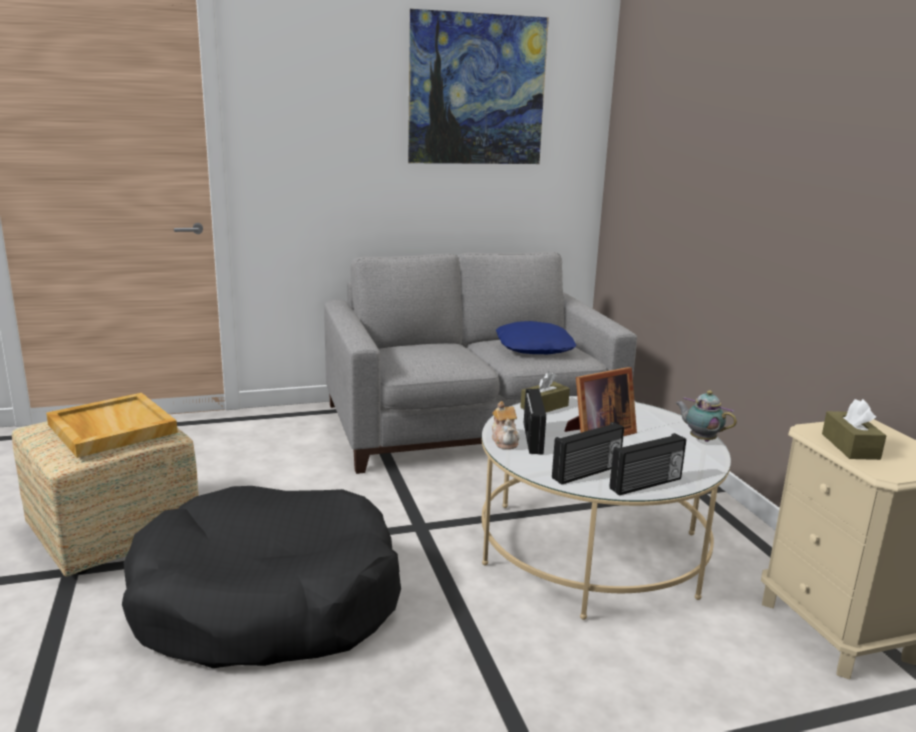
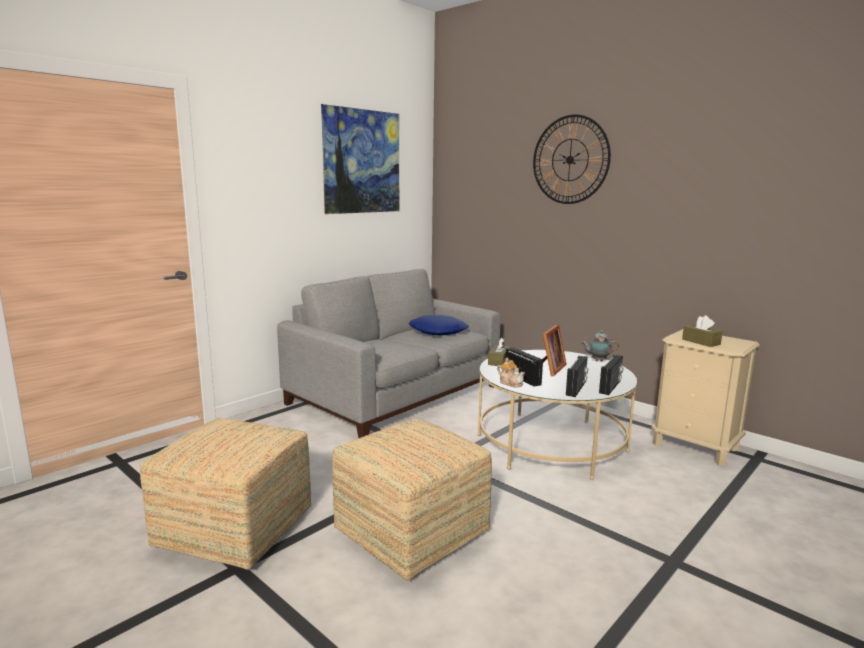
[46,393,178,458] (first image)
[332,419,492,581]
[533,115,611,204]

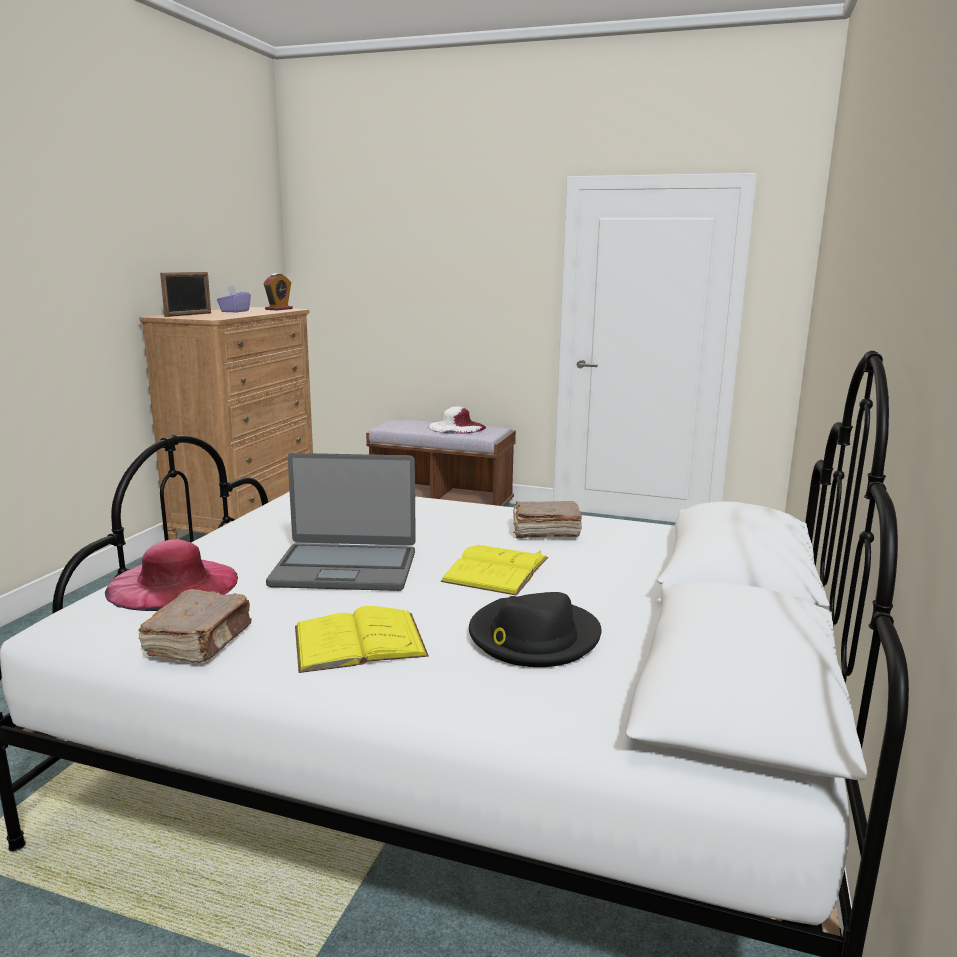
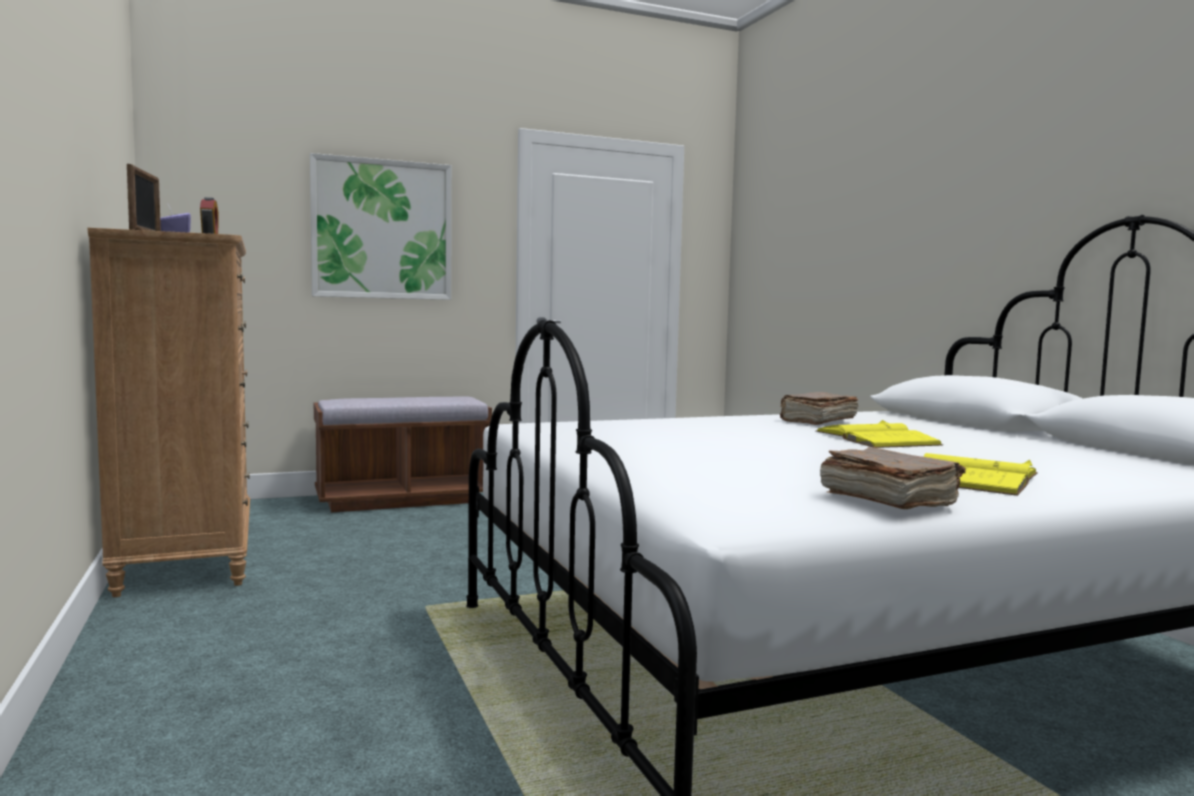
[105,539,238,611] (first image)
[266,453,416,591] (first image)
[428,406,486,434] (first image)
[469,592,602,667] (first image)
[310,153,452,300]

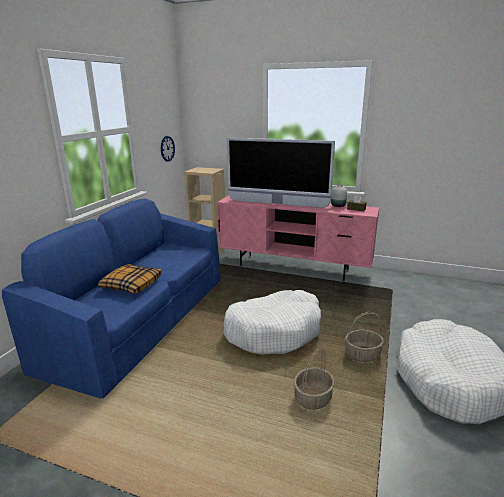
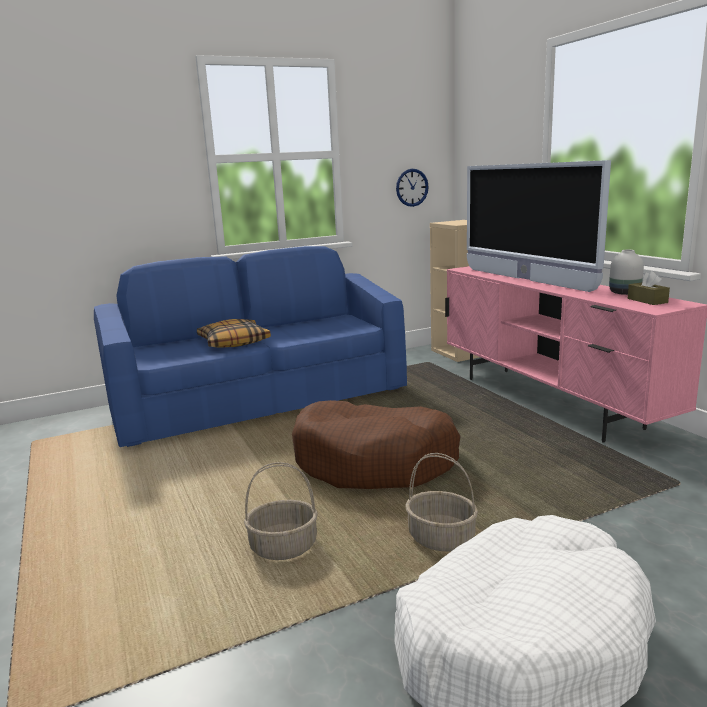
[292,400,461,489]

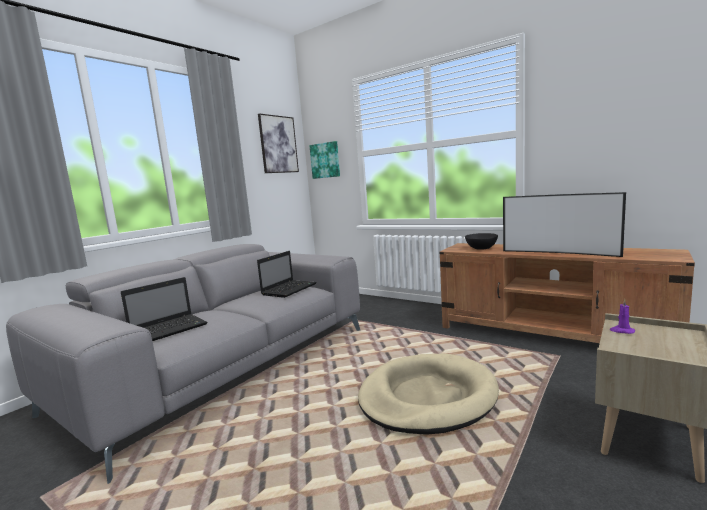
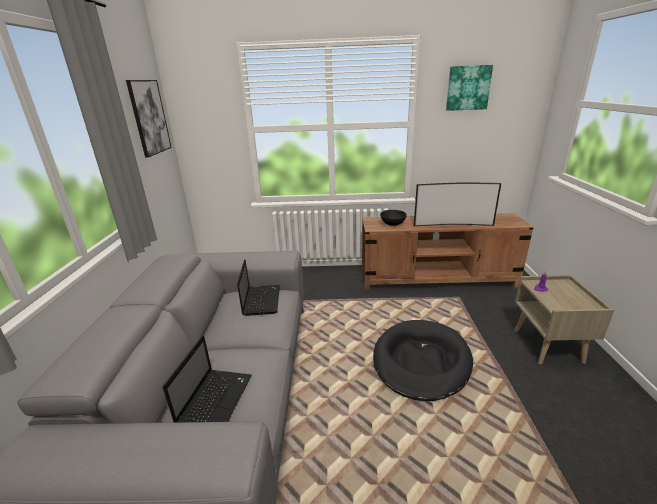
[446,65,493,111]
[373,320,473,401]

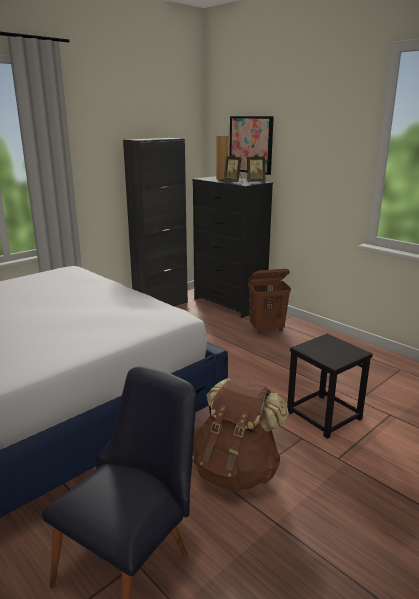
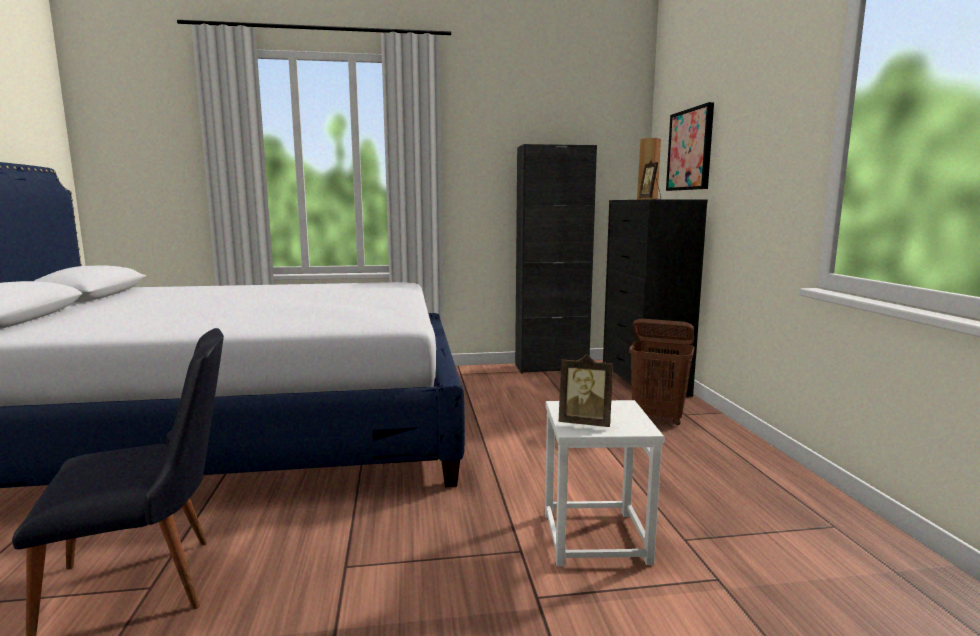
[193,378,289,492] (first image)
[558,354,613,427]
[545,400,665,567]

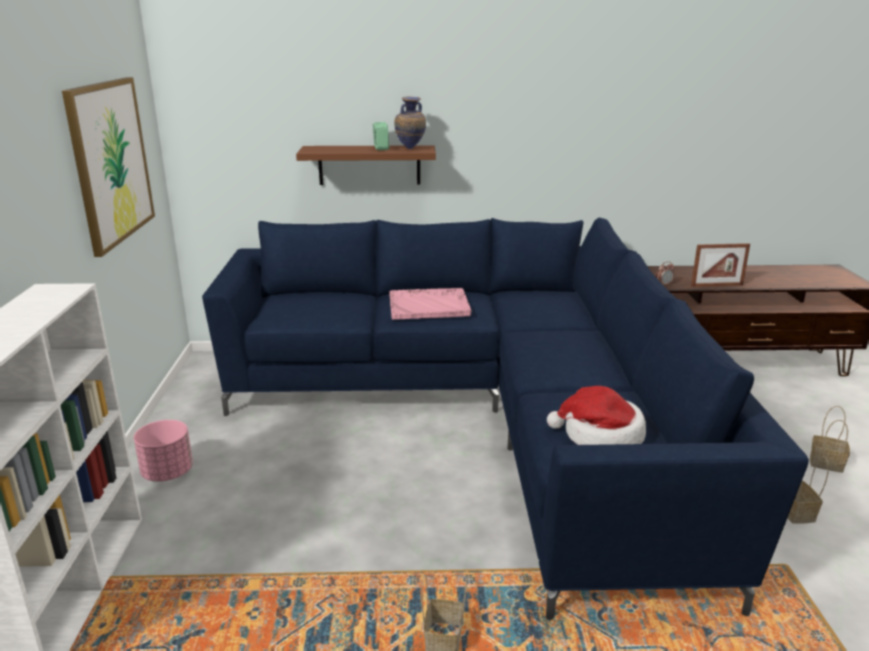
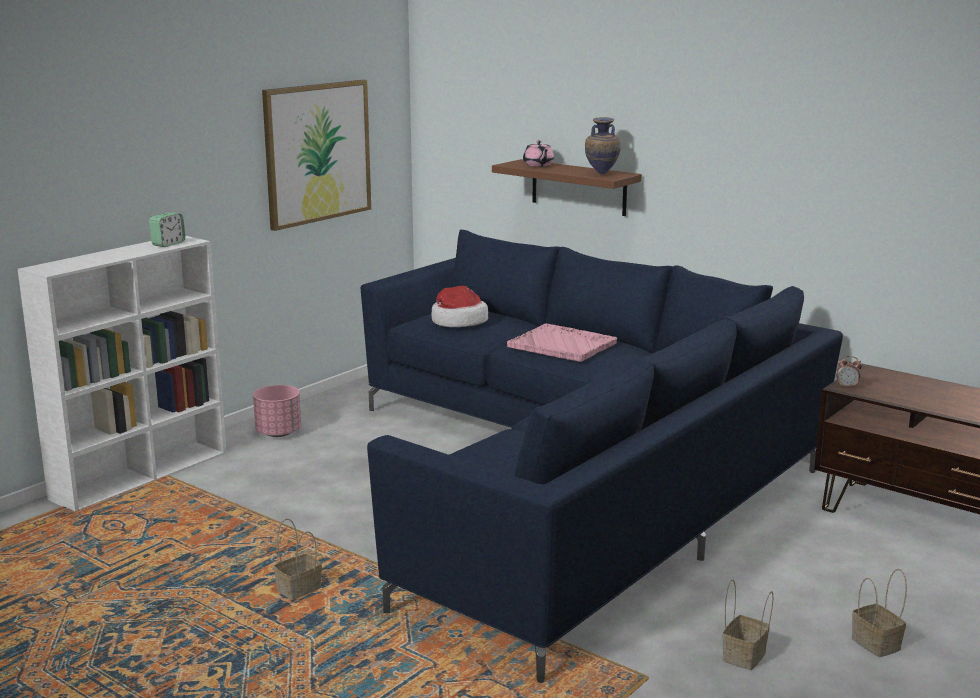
[149,212,185,247]
[432,286,488,327]
[691,243,750,287] (first image)
[523,140,554,167]

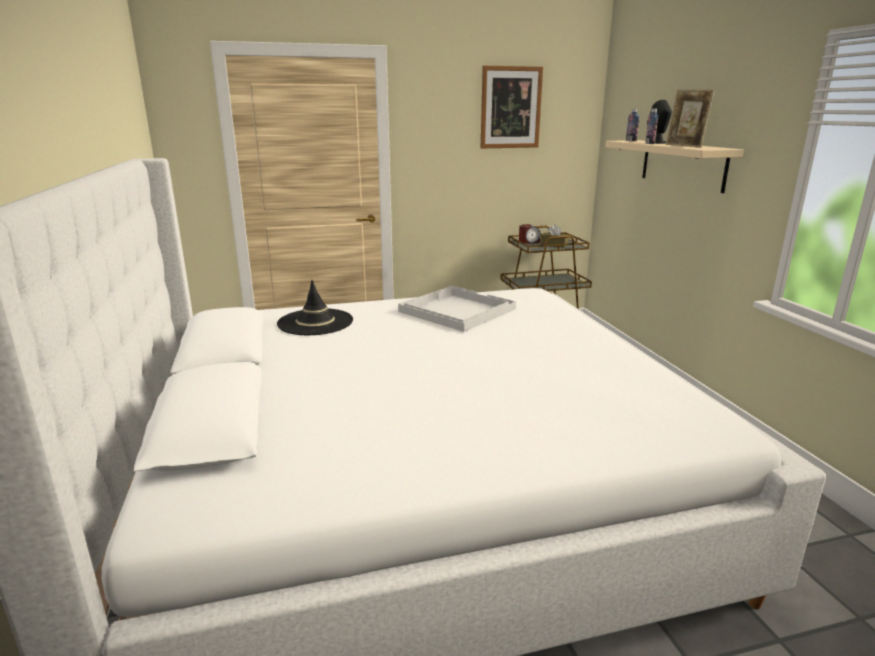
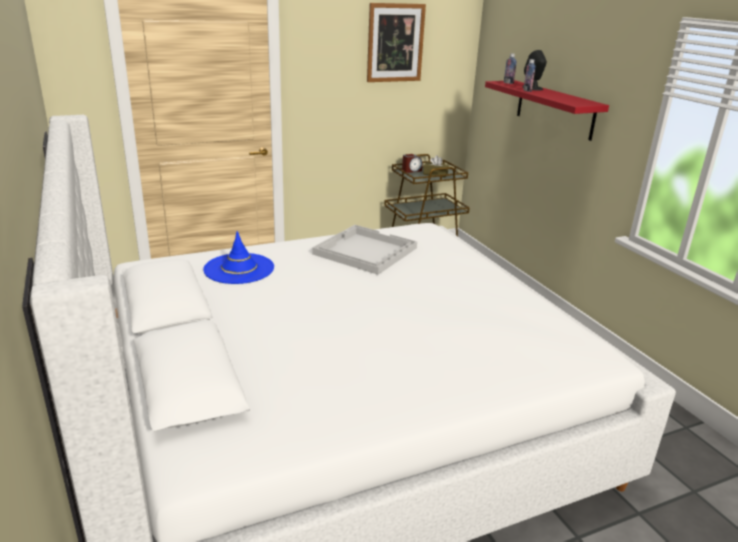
[203,231,274,284]
[485,80,609,141]
[666,90,715,148] (first image)

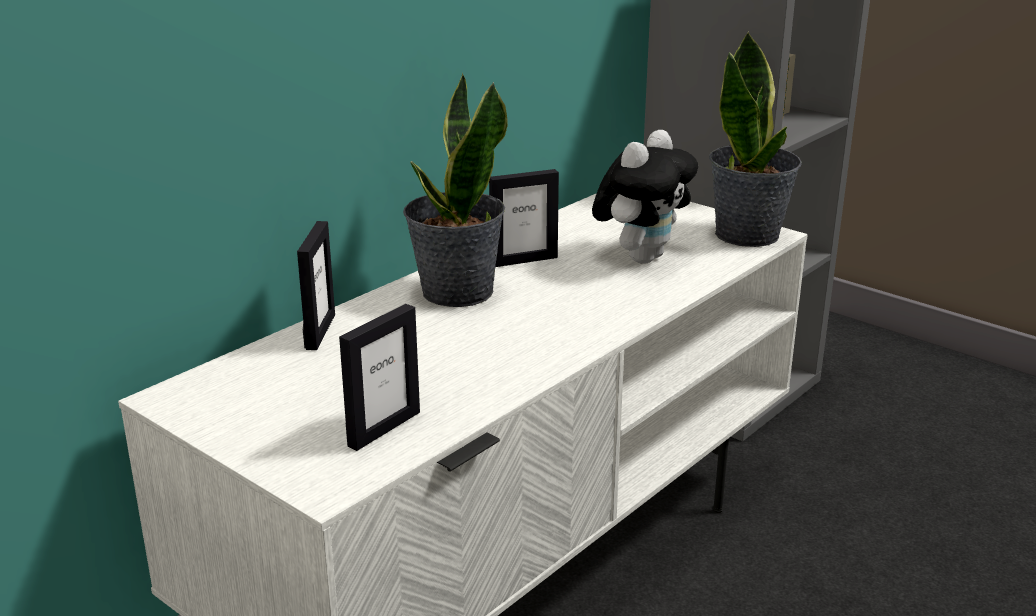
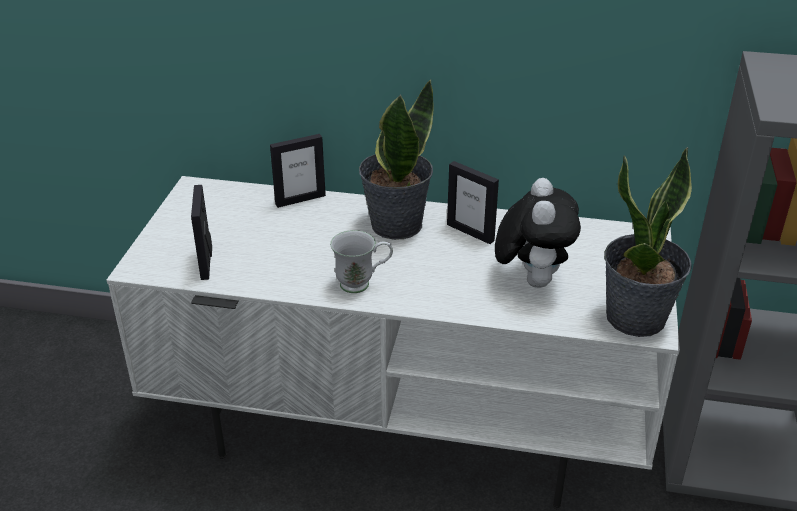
[191,185,212,280]
[495,178,581,288]
[330,230,393,293]

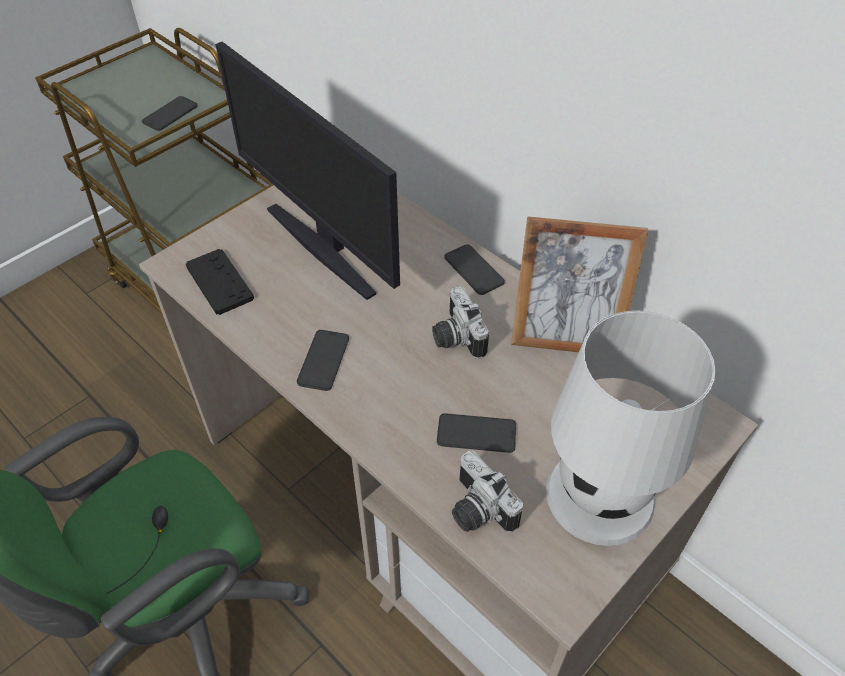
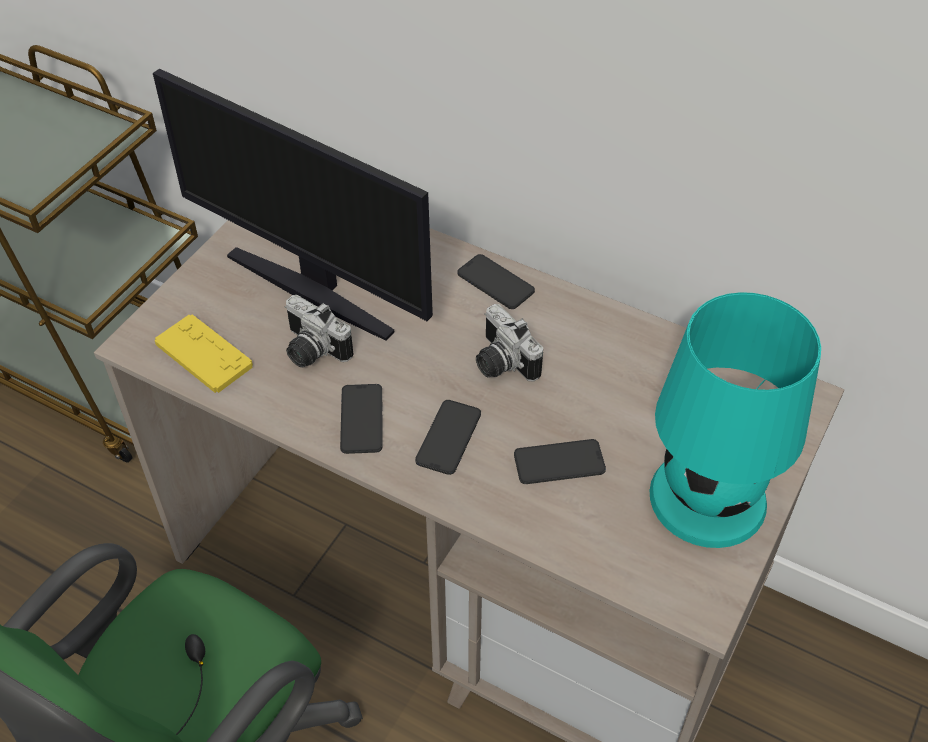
[415,400,481,475]
[155,314,253,393]
[285,295,354,367]
[511,216,648,352] (first image)
[649,292,821,548]

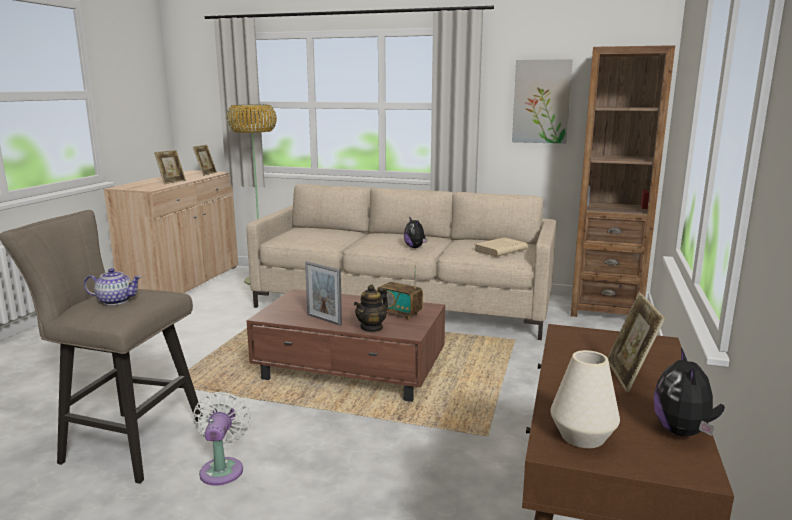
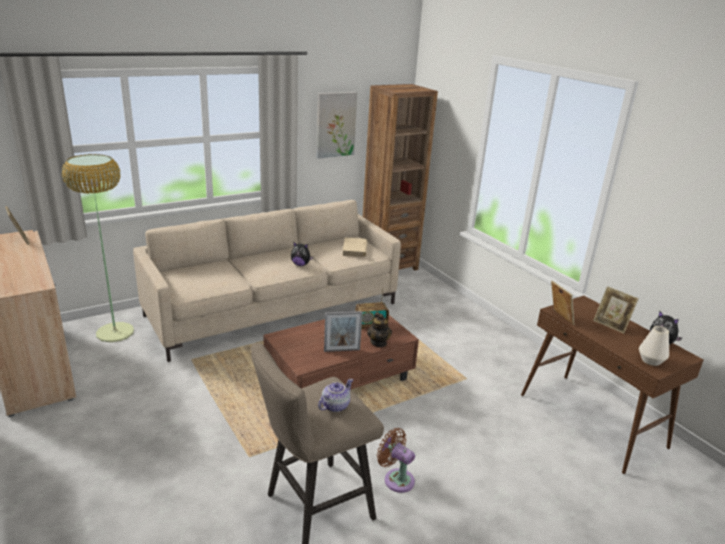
[551,281,575,325]
[377,428,415,493]

